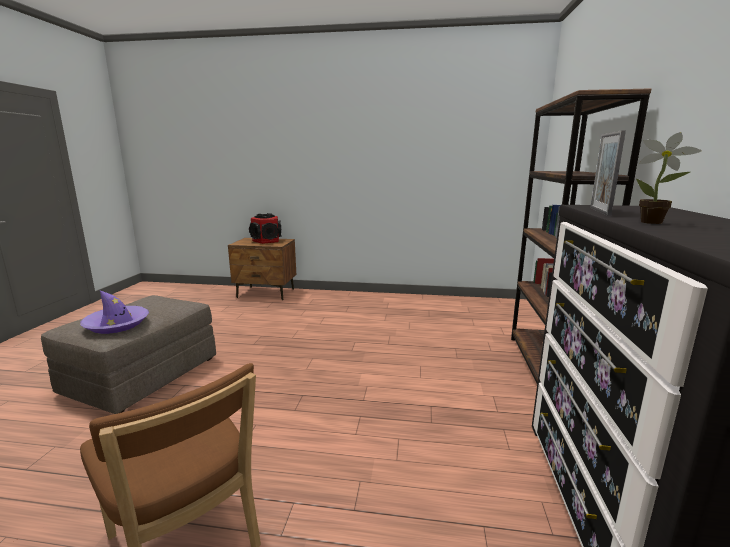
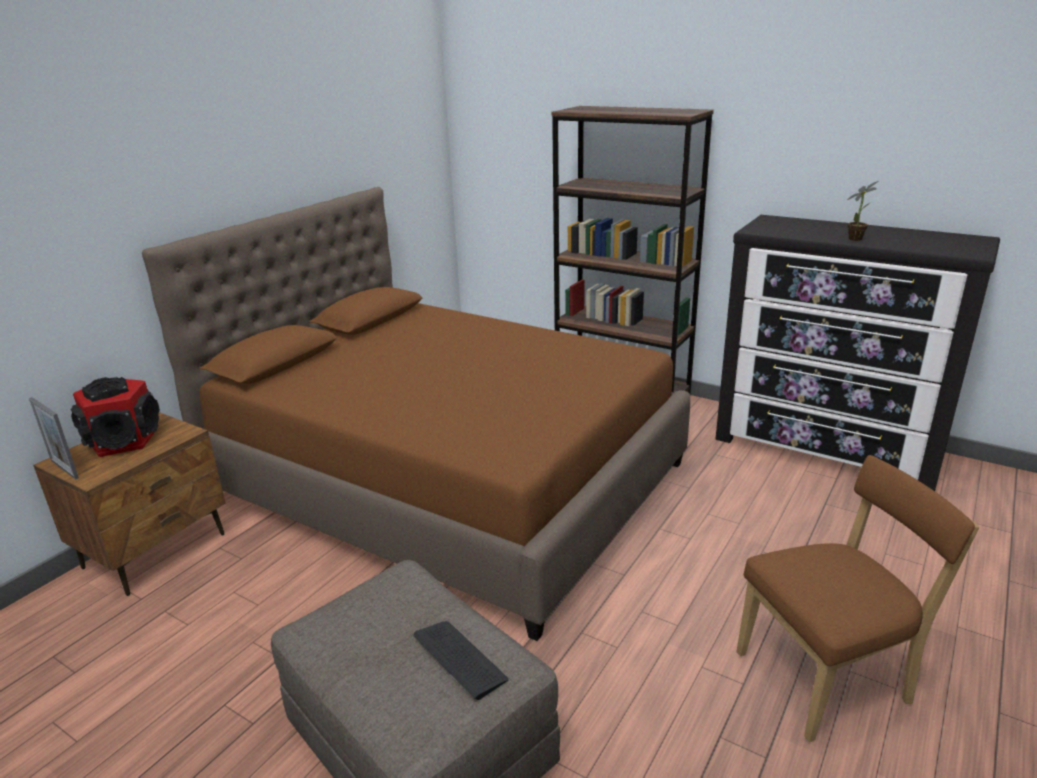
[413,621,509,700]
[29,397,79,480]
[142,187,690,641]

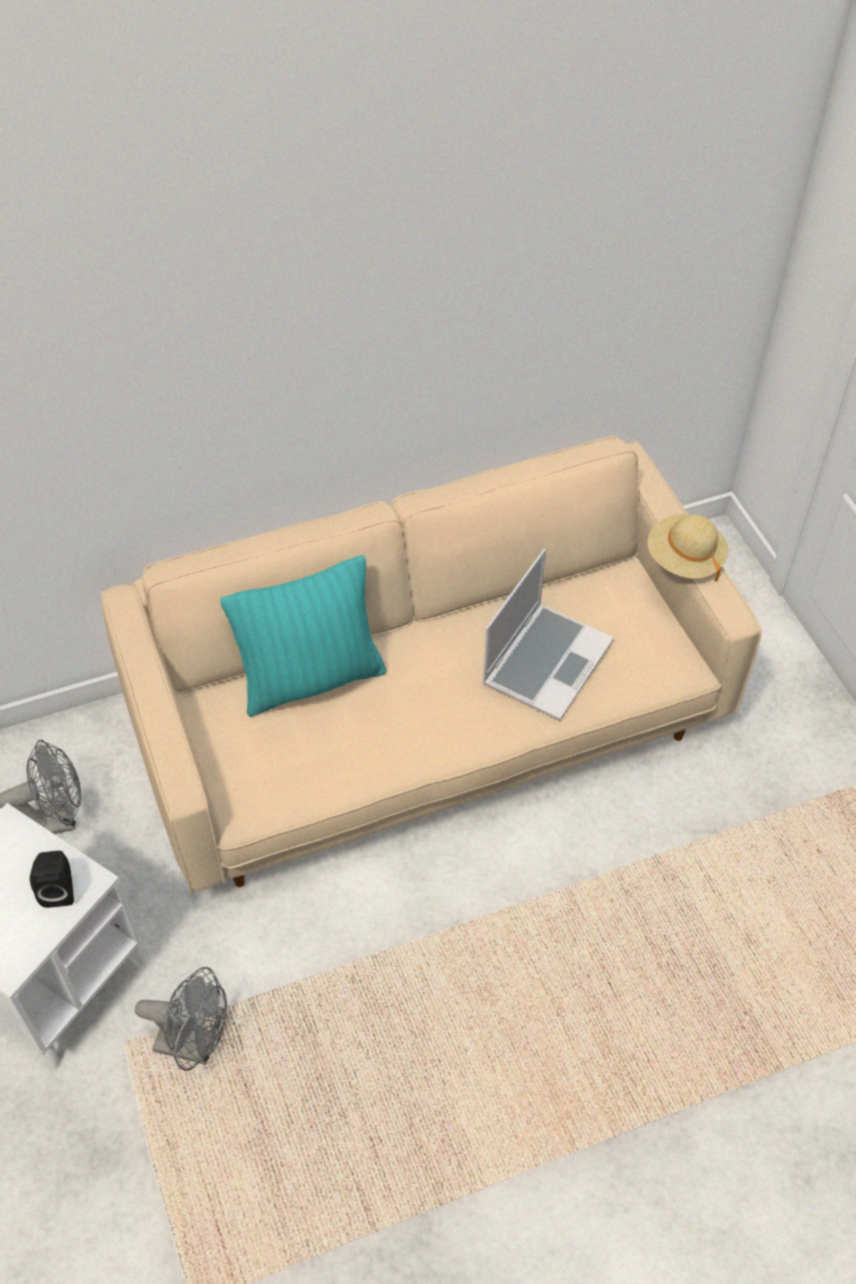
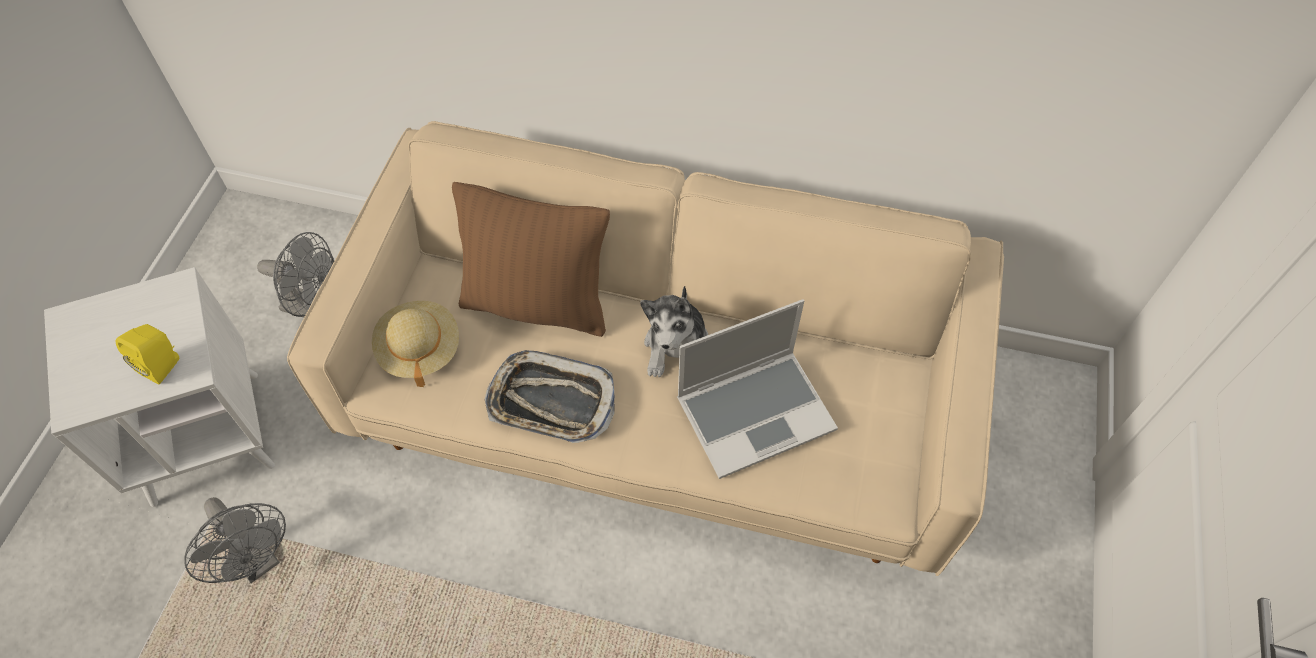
[116,324,179,384]
[452,182,610,337]
[372,301,459,387]
[485,350,615,443]
[640,286,708,377]

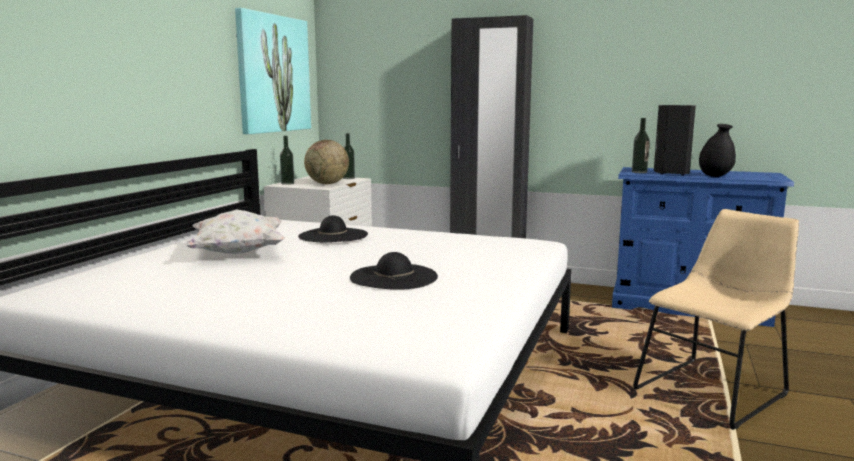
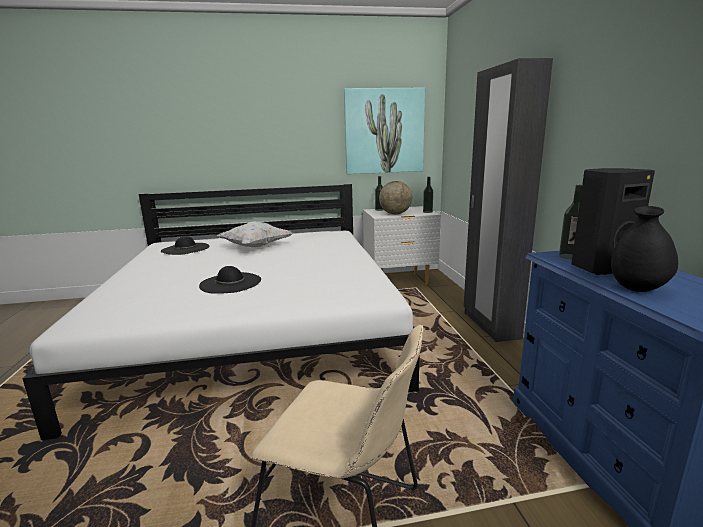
[161,236,209,255]

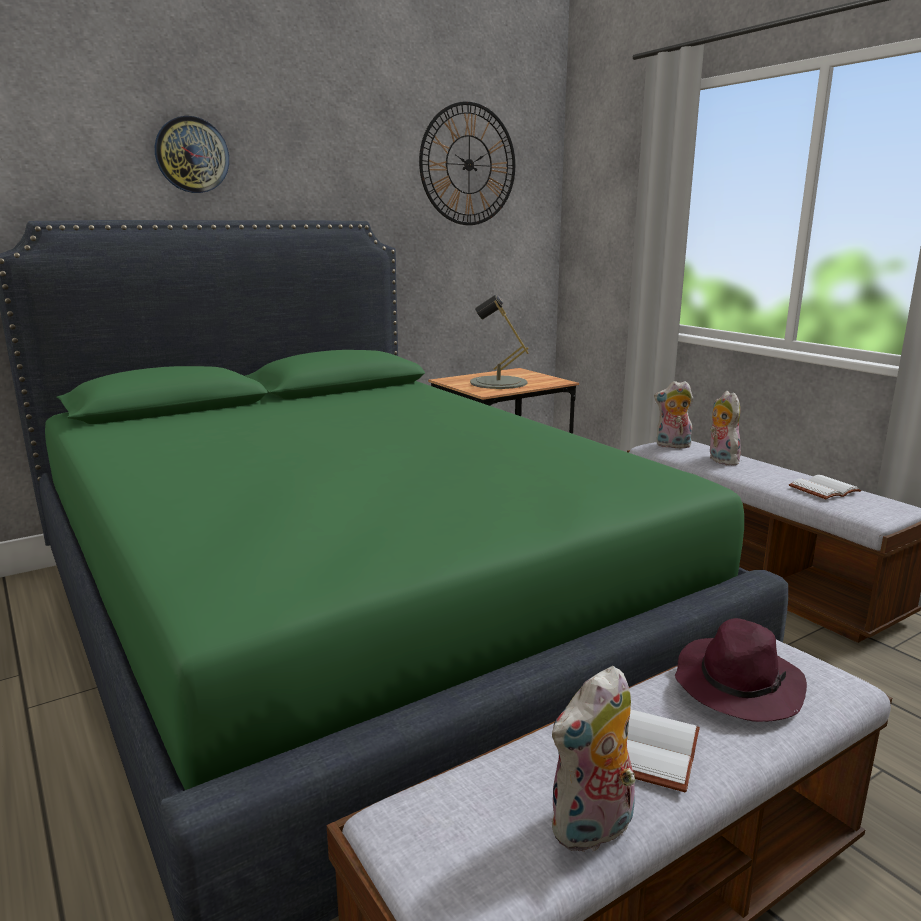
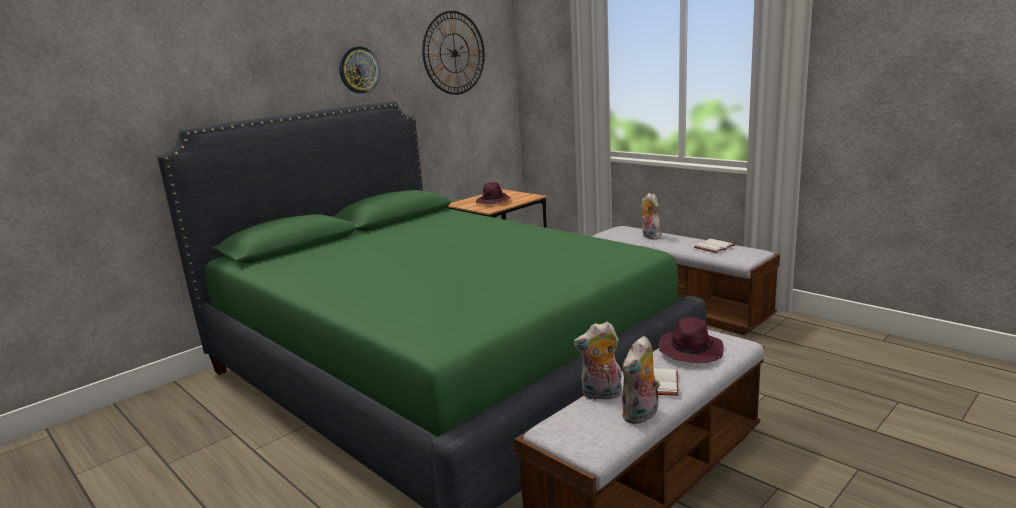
[339,46,380,93]
[476,182,511,204]
[573,322,622,400]

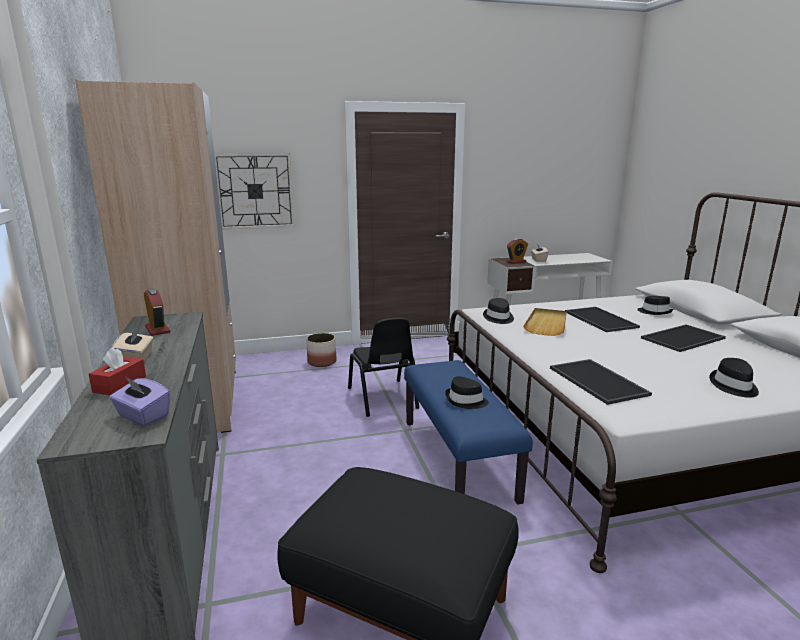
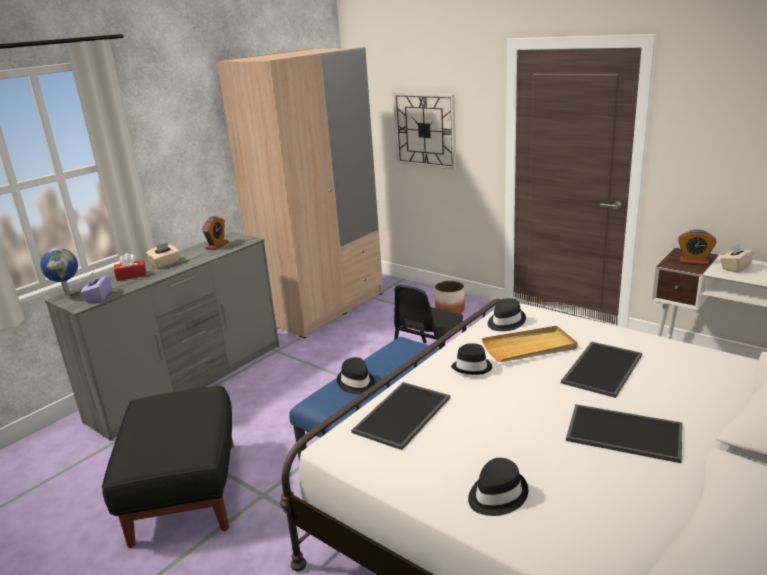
[451,343,492,375]
[40,248,78,296]

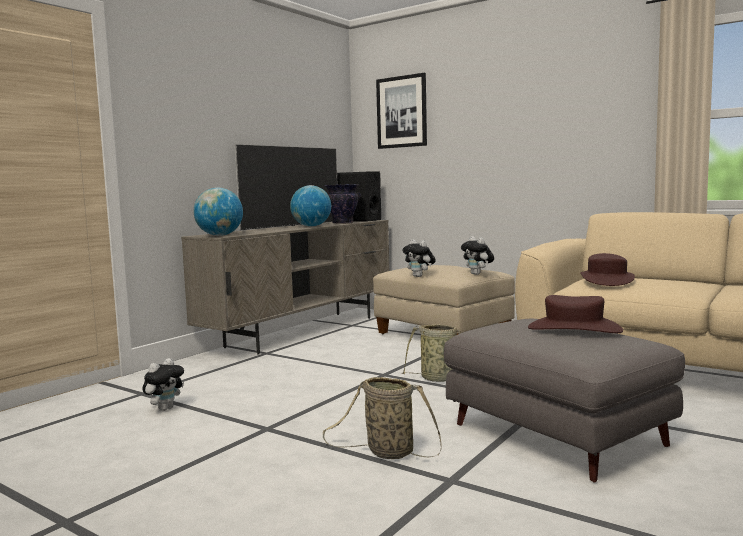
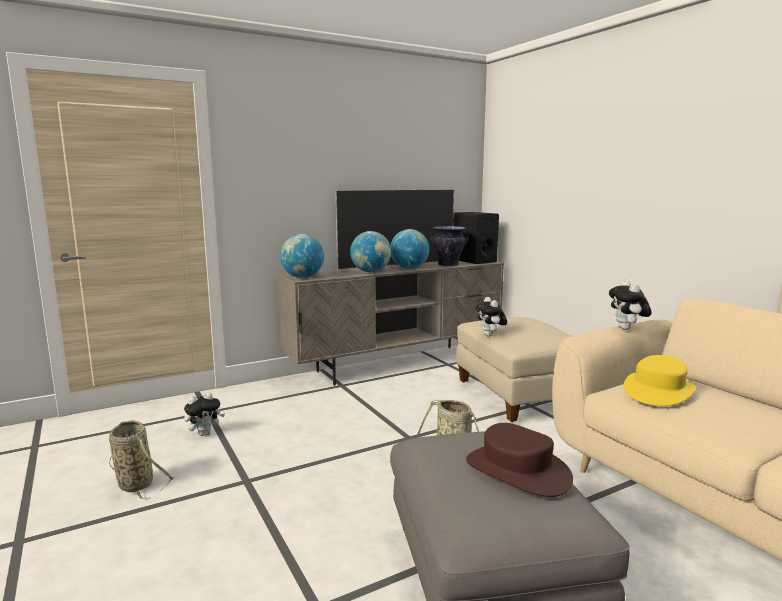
[109,420,173,499]
[376,73,427,149] (first image)
[609,280,651,330]
[624,355,696,406]
[350,231,391,272]

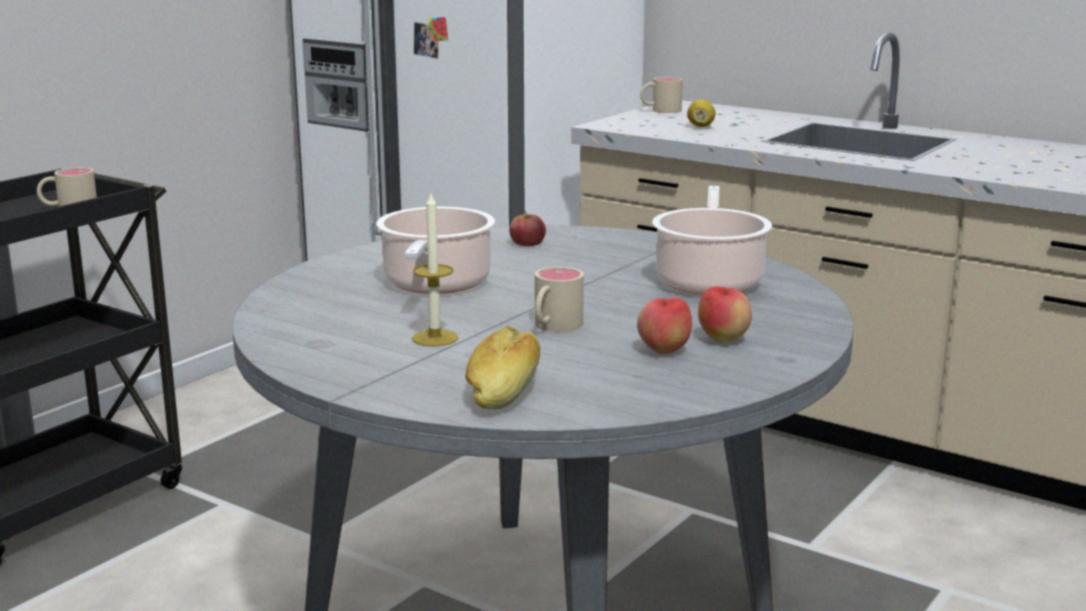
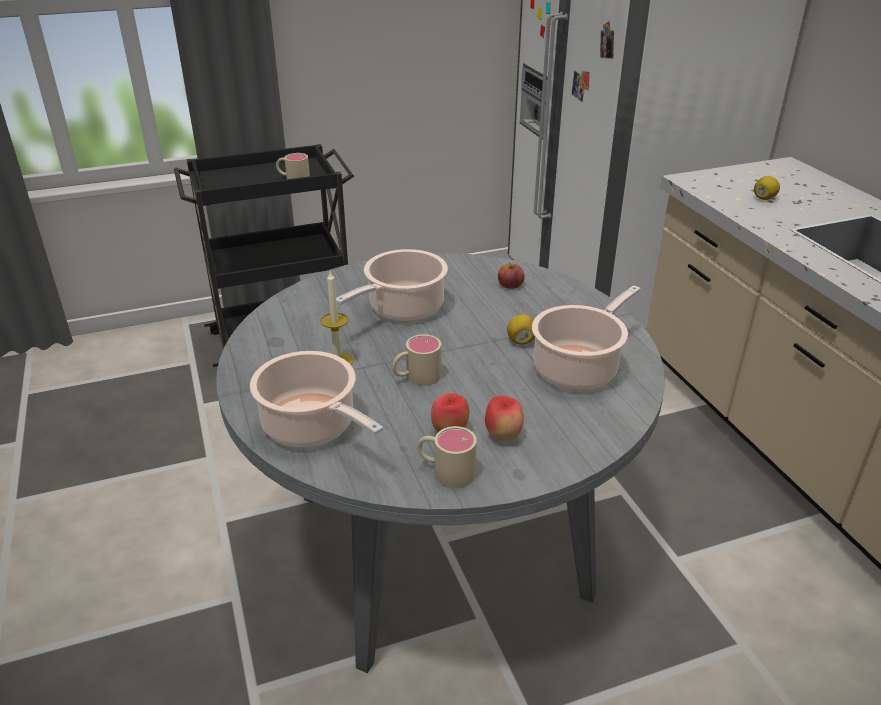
[250,351,383,447]
[417,426,477,488]
[507,315,535,345]

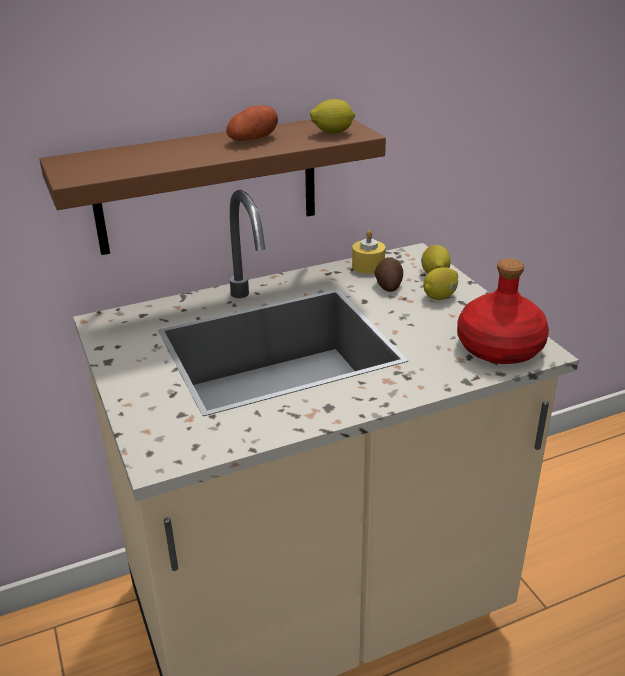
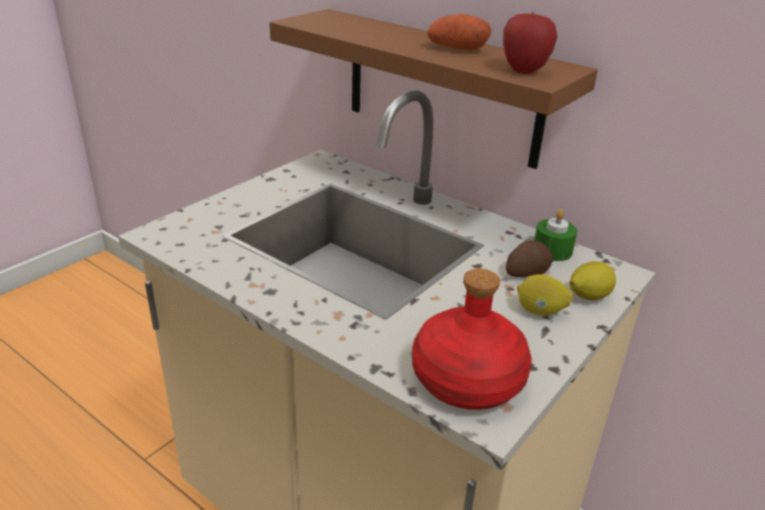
[503,11,557,74]
[534,209,577,261]

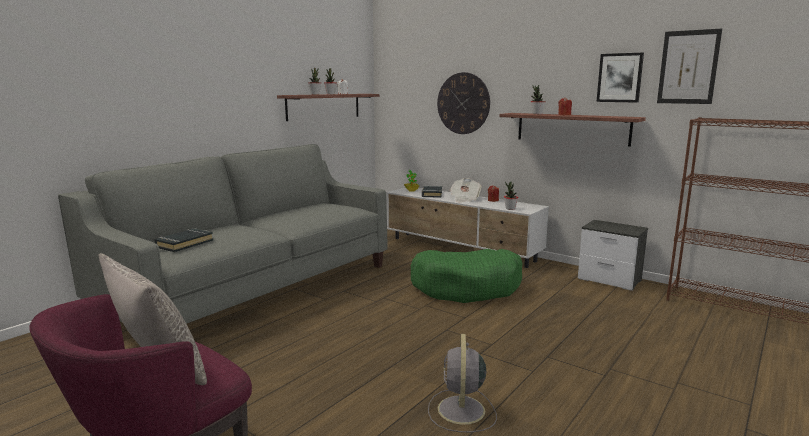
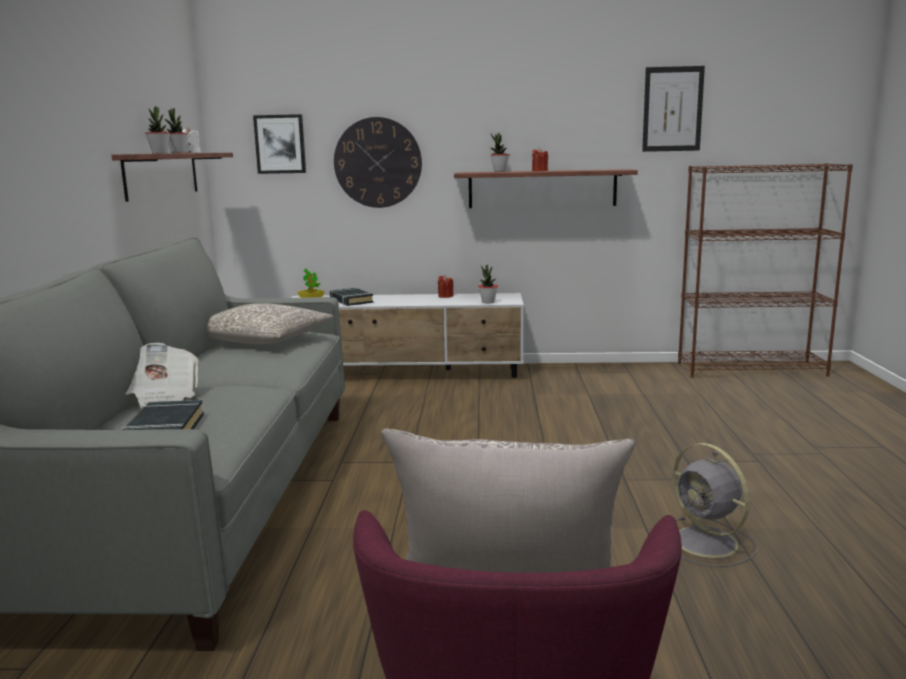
[411,249,522,303] (first image)
[126,343,199,408]
[578,220,648,291] (first image)
[253,114,306,174]
[207,303,333,344]

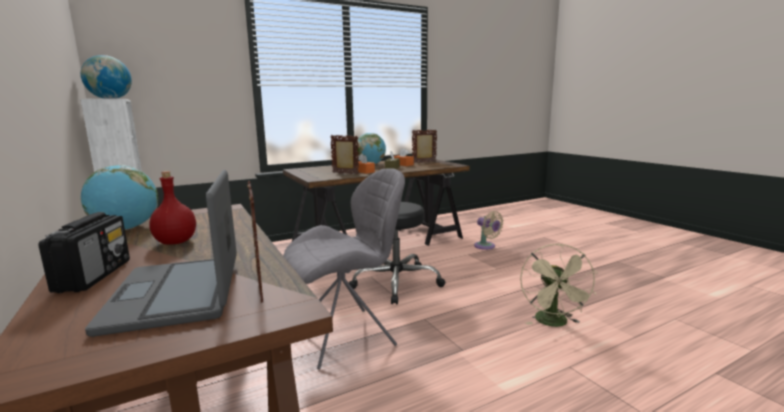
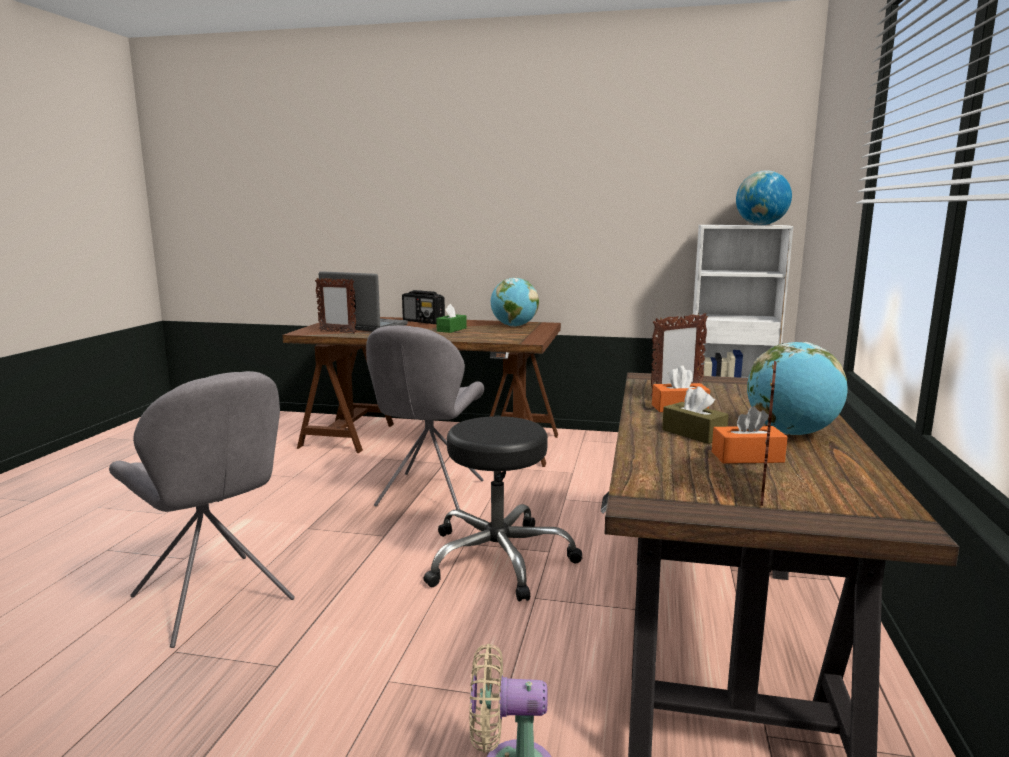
[436,304,467,333]
[109,371,295,648]

